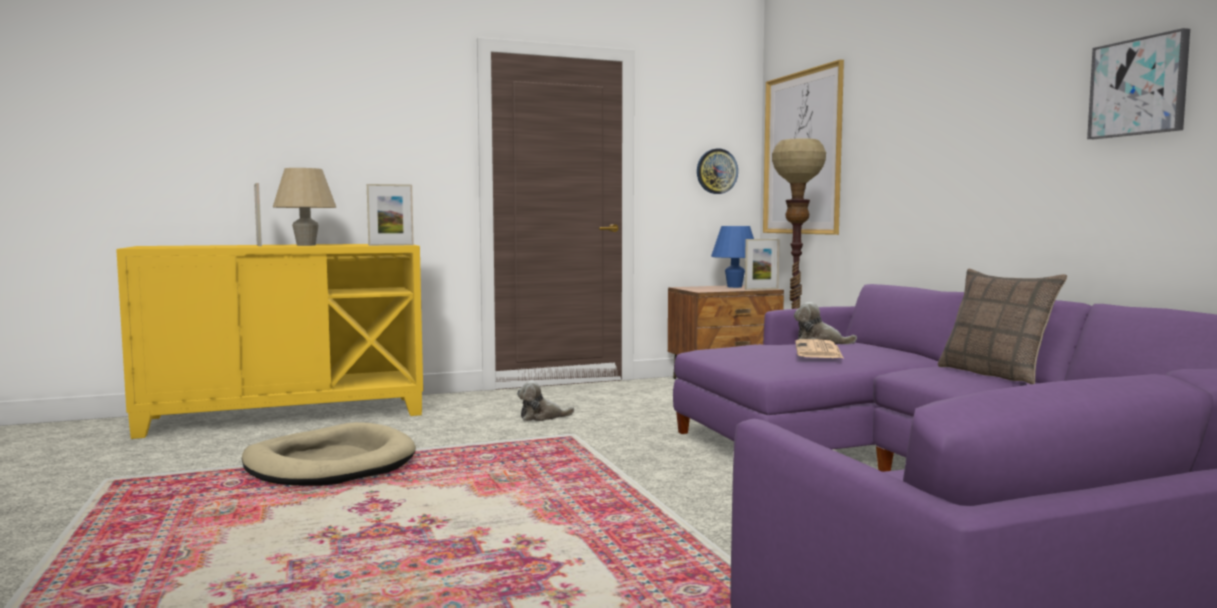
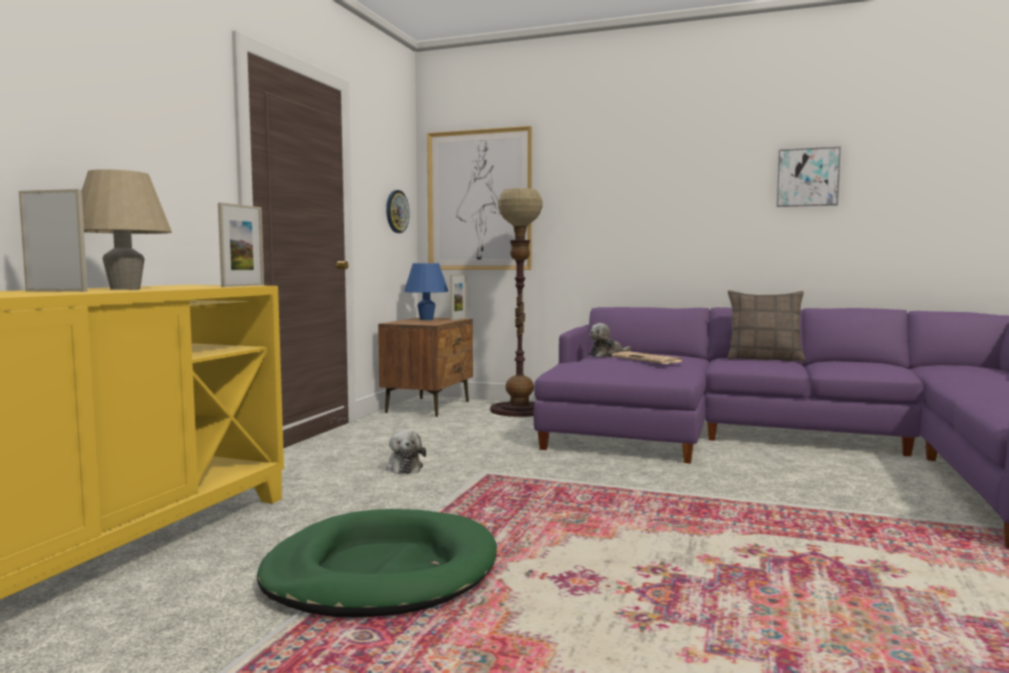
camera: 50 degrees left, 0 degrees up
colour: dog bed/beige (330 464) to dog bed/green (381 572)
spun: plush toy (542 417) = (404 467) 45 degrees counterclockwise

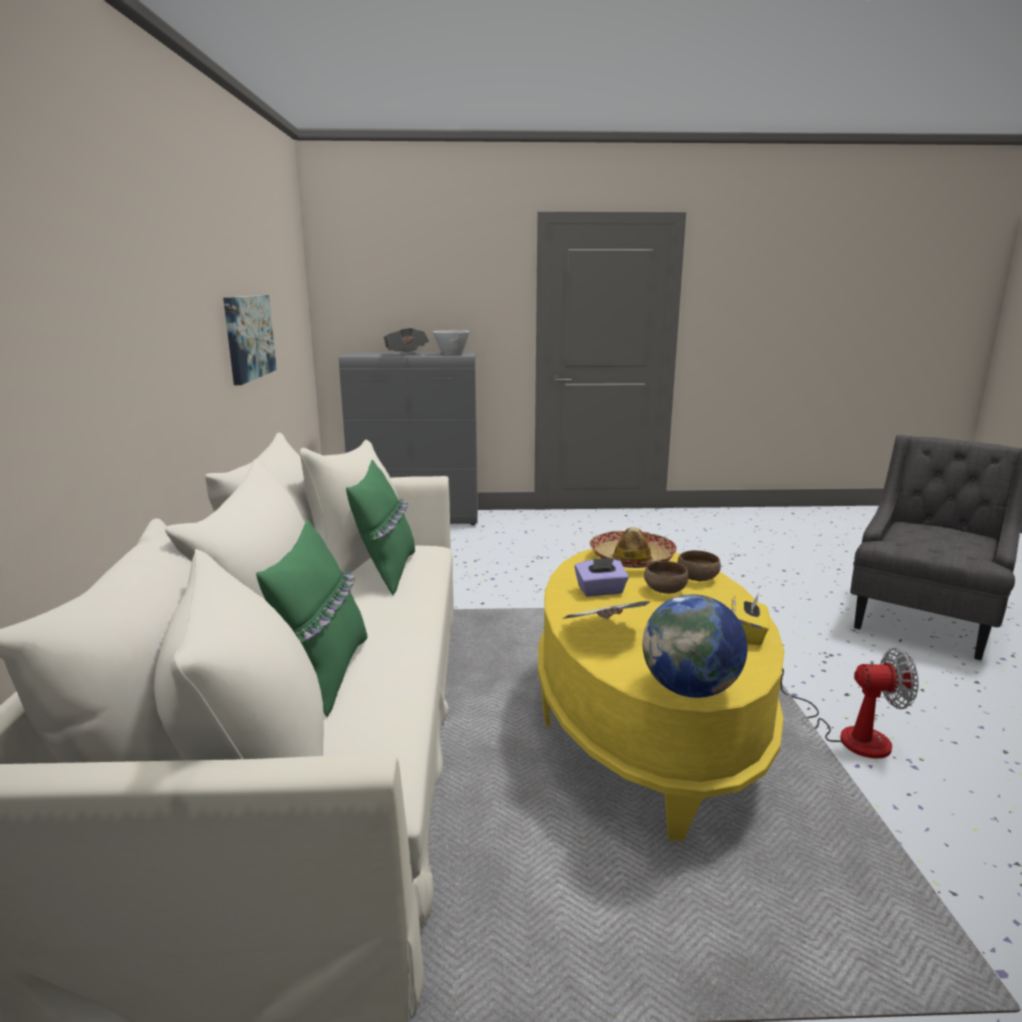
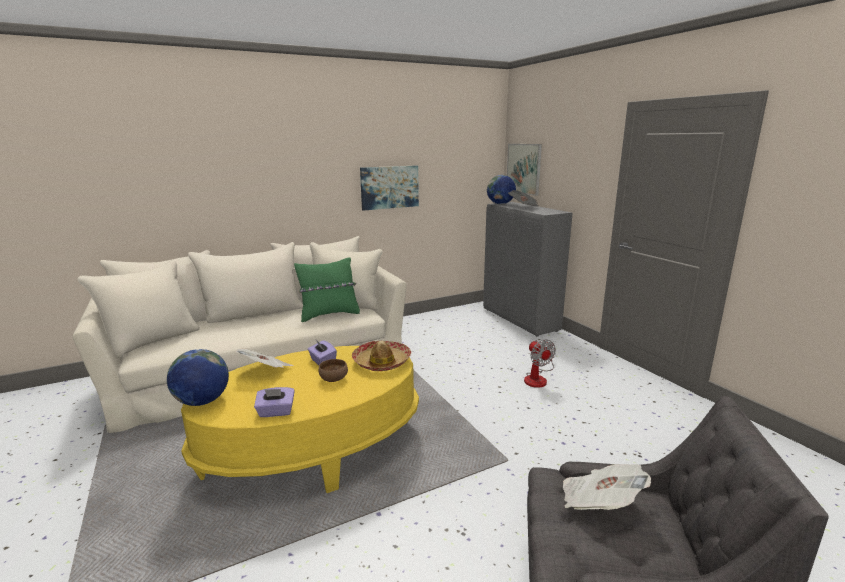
camera: 65 degrees right, 0 degrees up
missing: pillow/green (324 673); bowl/white (452 354); bowl/brown (697 578)
appeared: globe (500 204); picture (523 168); newspaper (599 503)
relocated: fan (848 734) to (538 378)
colour: tissue box/yellow (747 634) to tissue box/purple (276 412)

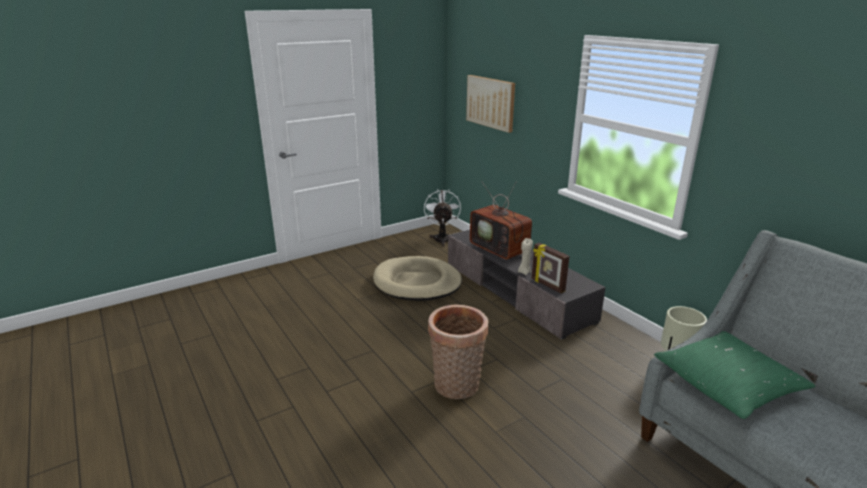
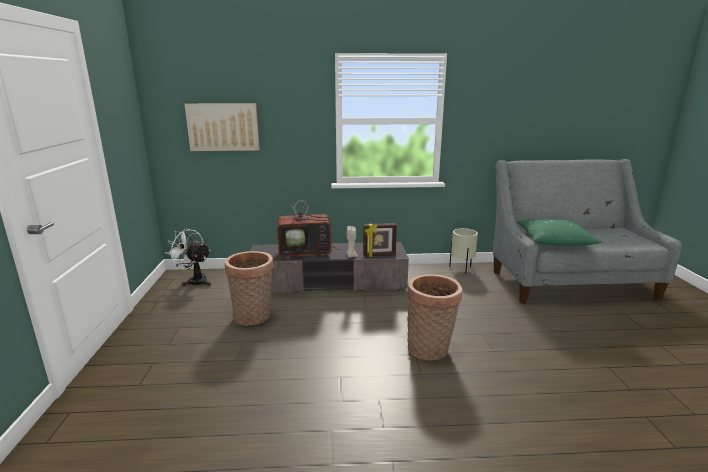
camera: 60 degrees left, 5 degrees down
exchanged: dog bed/beige (417 282) to basket (254 317)

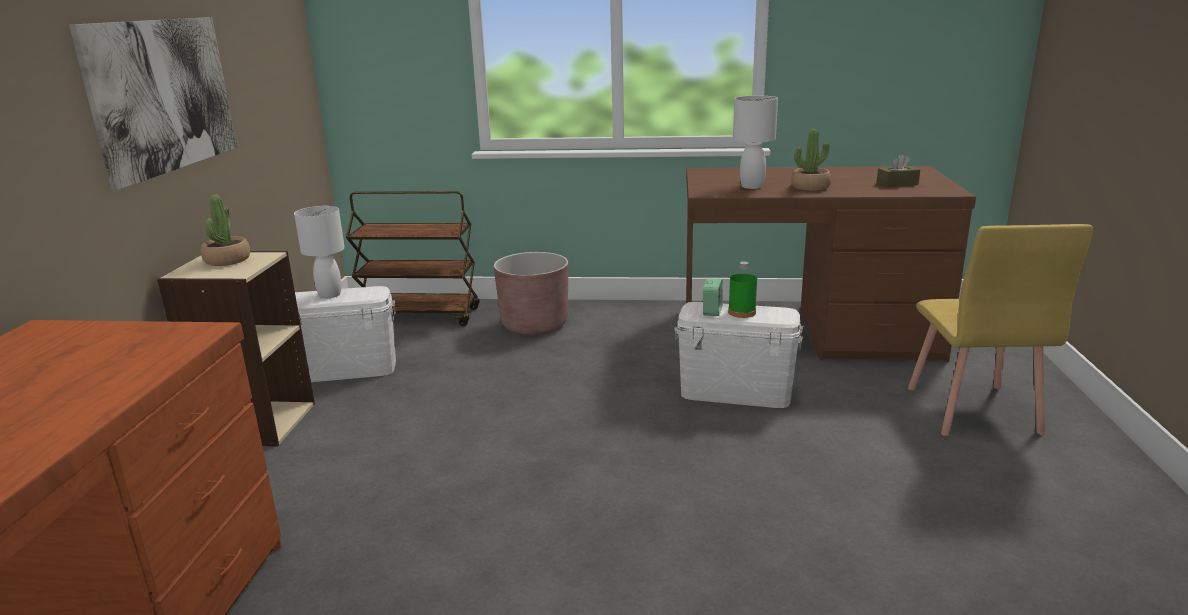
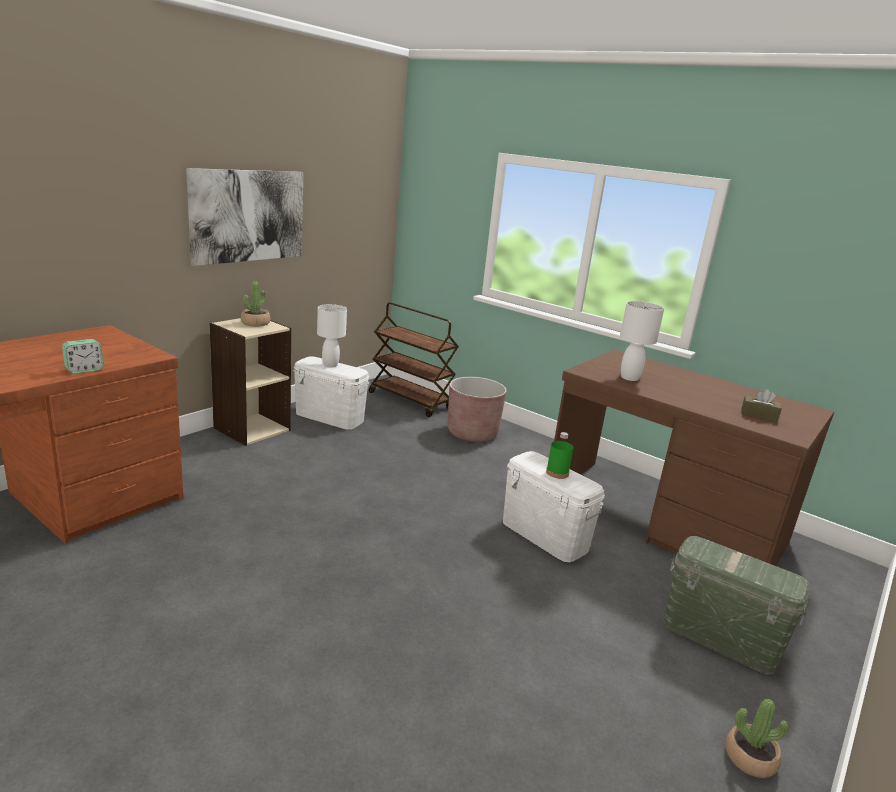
camera: 30 degrees right, 0 degrees up
relocated: alarm clock (712 311) to (84 370); potted plant (810 187) to (750 758)
exchanged: chair/yellow (971 410) to storage box/green (719 637)

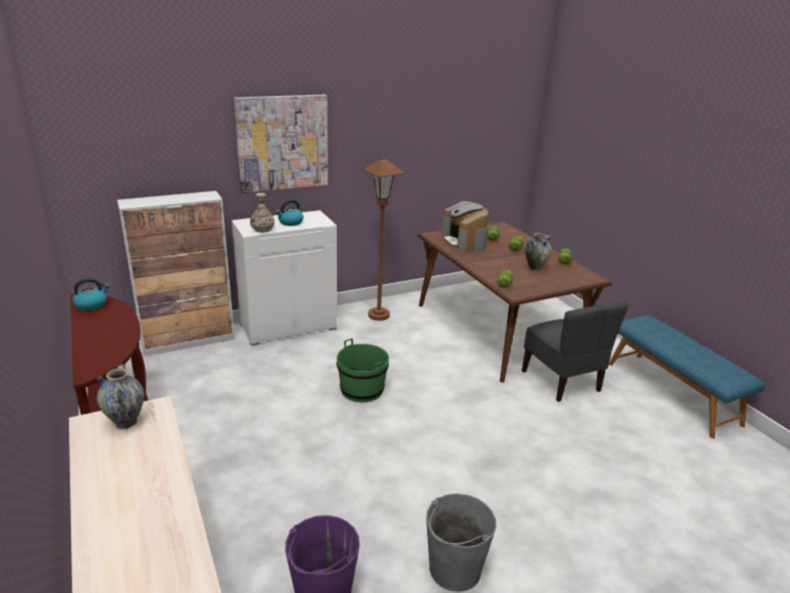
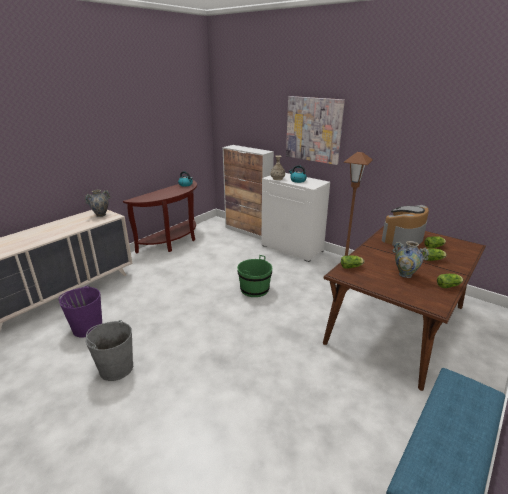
camera: 65 degrees right, 0 degrees up
missing: chair/grey (562 381)

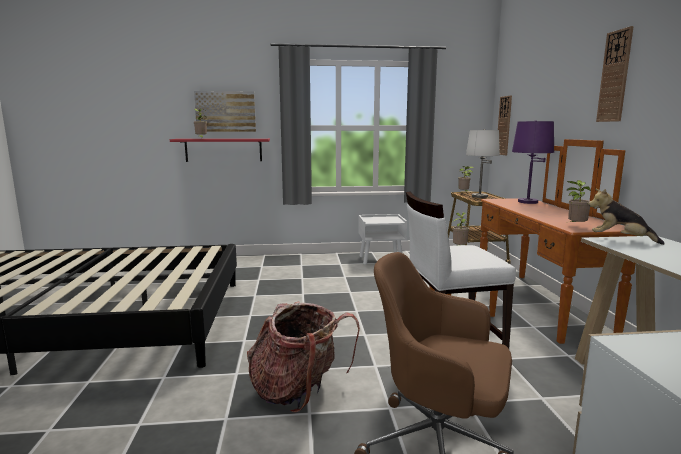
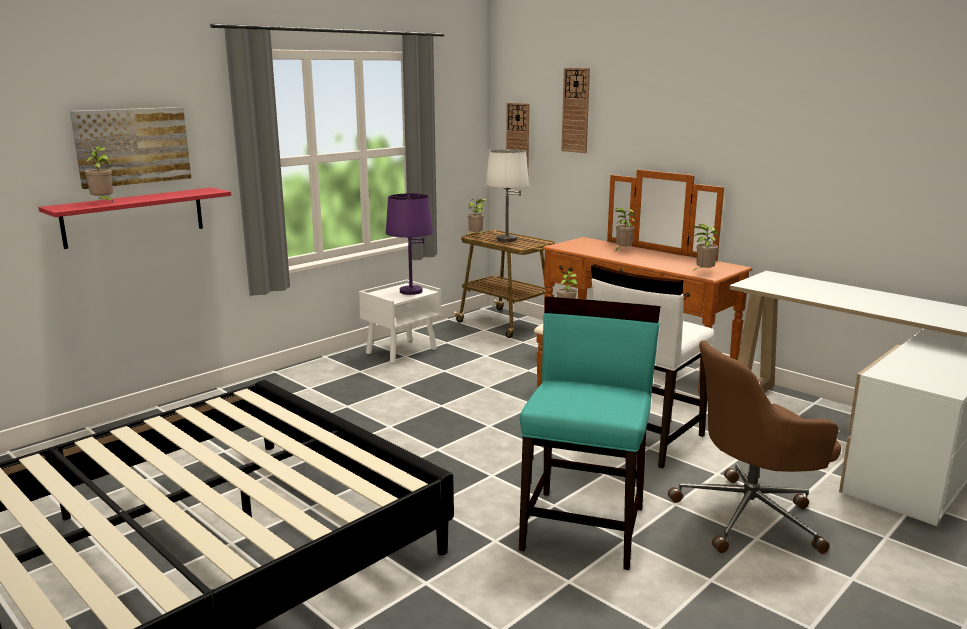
camera: 40 degrees left, 5 degrees up
missing: plush toy (620 240)
appeared: potted plant (622 251)
relocated: table lamp/purple (527 202) to (411 291); wall clock (615 76) to (576 110)
exchanged: backpack (298 391) to chair/turquoise (584 527)

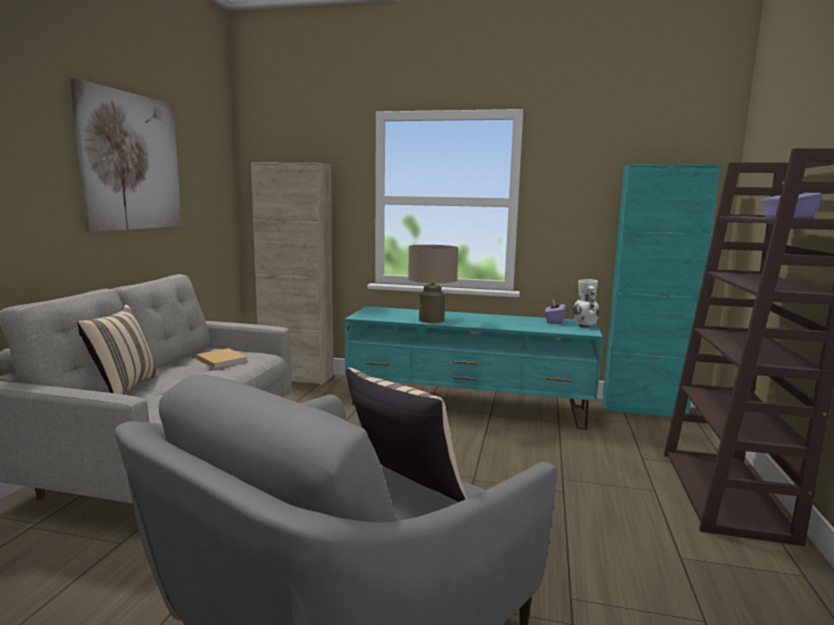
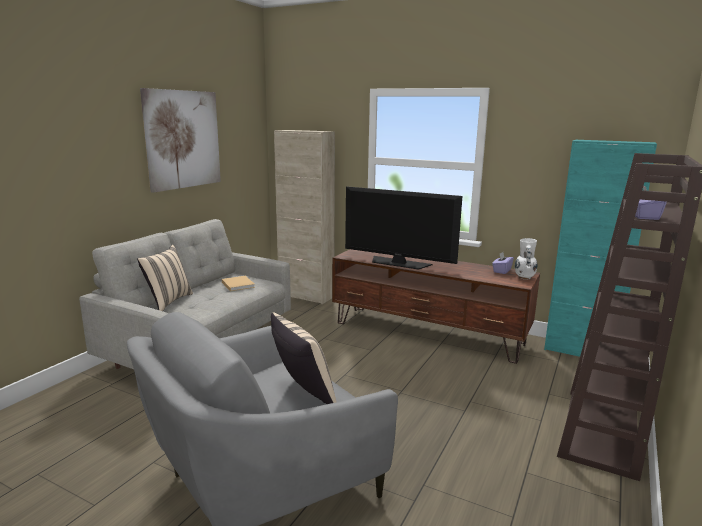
camera: 15 degrees right, 5 degrees up
exchanged: table lamp/beige (431 320) to television (398 263)
colour: tv stand/turquoise (469 406) to tv stand/brown (428 333)

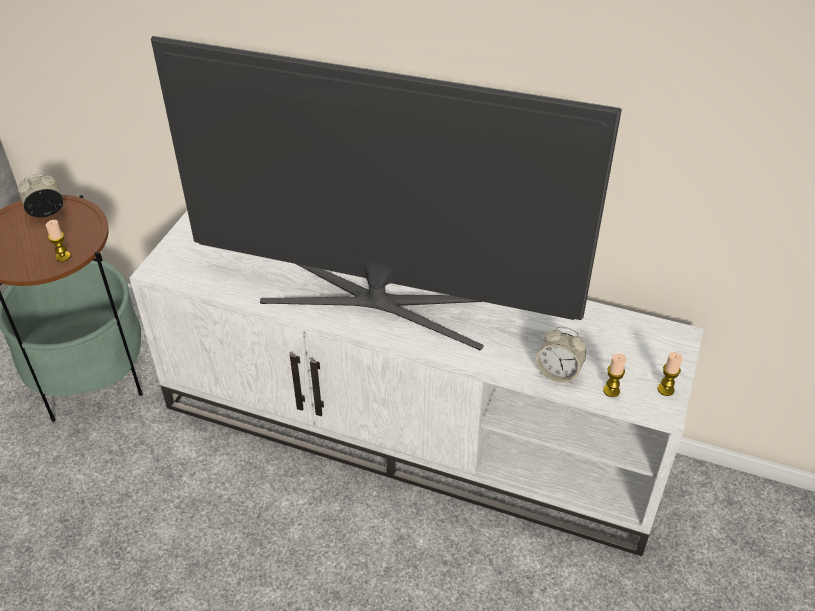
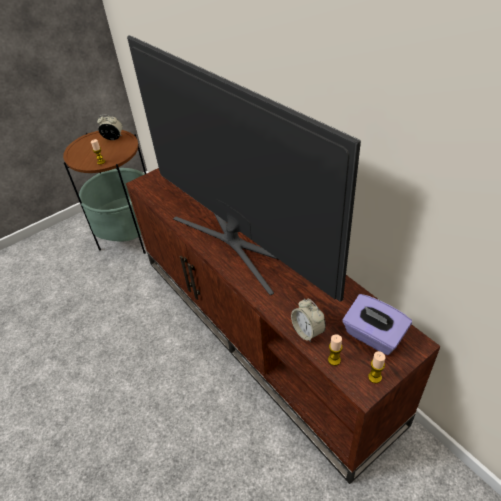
camera: 35 degrees right, 0 degrees up
appeared: tissue box/purple (373 336)
colour: tv stand/white (412 431) to tv stand/brown (262 332)

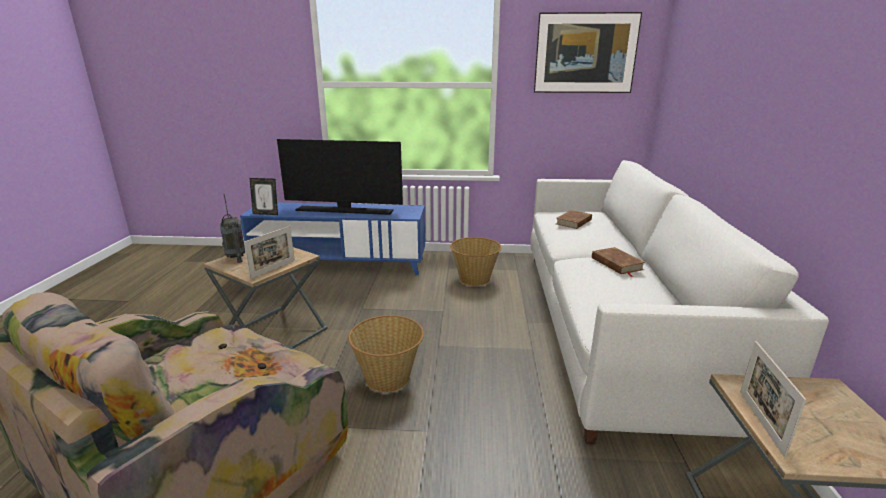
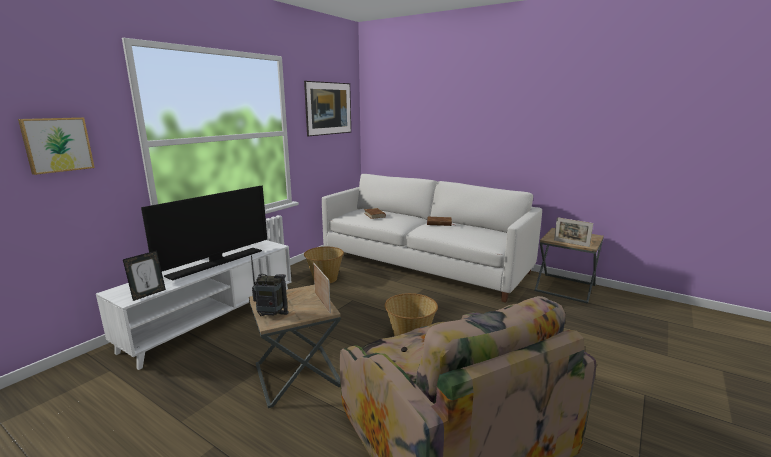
camera: 60 degrees left, 5 degrees down
appeared: picture (57 144)
colour: tv stand/blue (340 264) to tv stand/white (213 320)

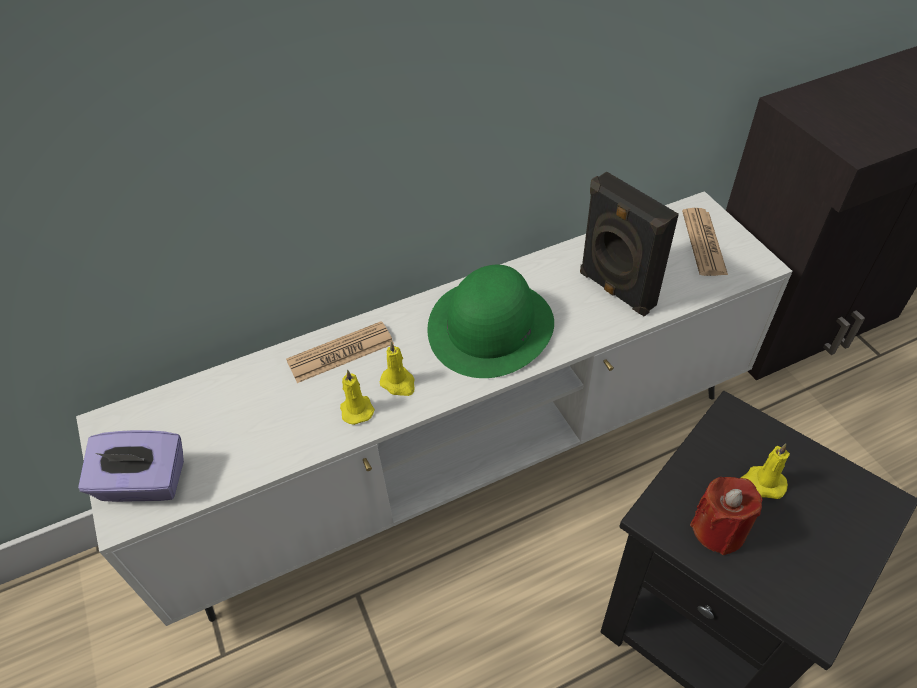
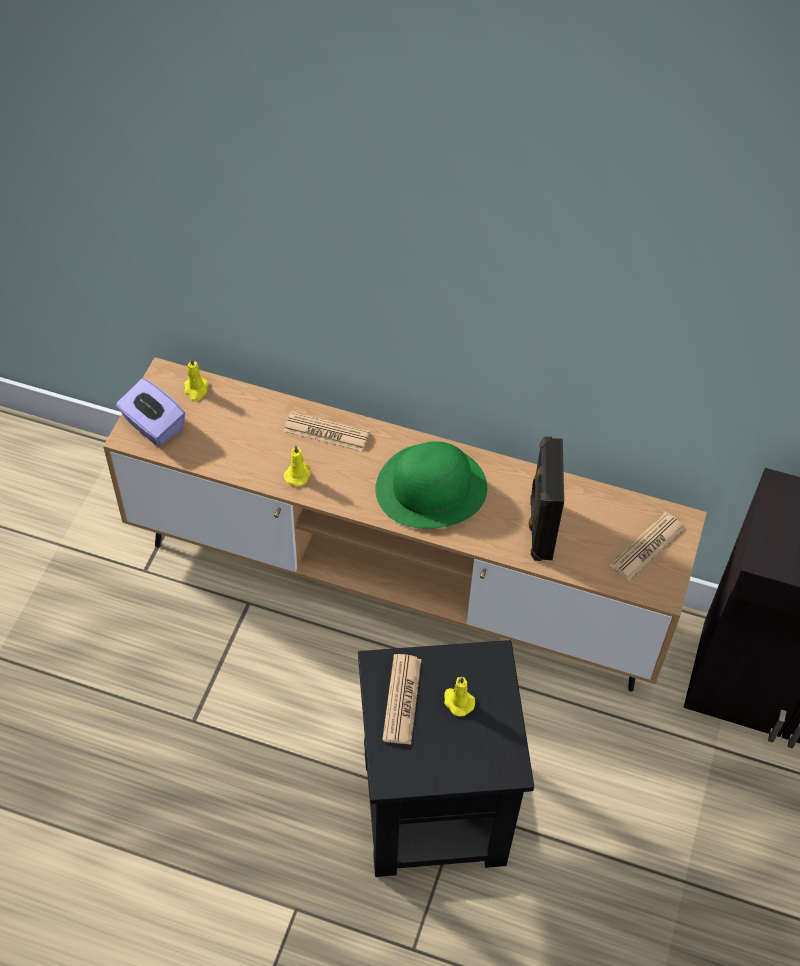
camera: 40 degrees right, 5 degrees up
relocated: candle/yellow (399 383) to (196 390)
exchanged: candle/red (718 529) to newspaper (402 699)
colour: tv stand/white (463 465) to tv stand/brown (397 582)

